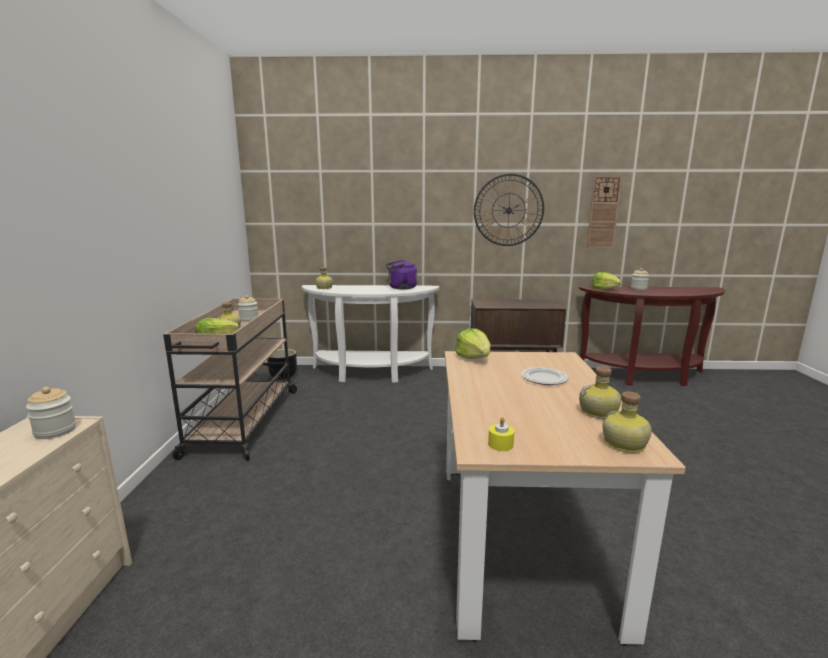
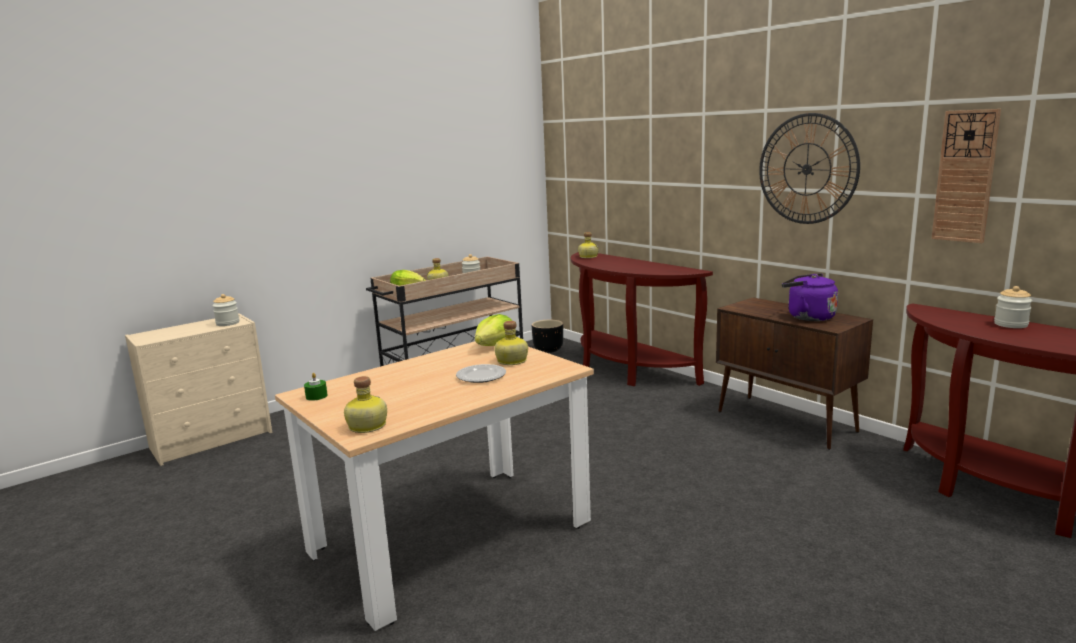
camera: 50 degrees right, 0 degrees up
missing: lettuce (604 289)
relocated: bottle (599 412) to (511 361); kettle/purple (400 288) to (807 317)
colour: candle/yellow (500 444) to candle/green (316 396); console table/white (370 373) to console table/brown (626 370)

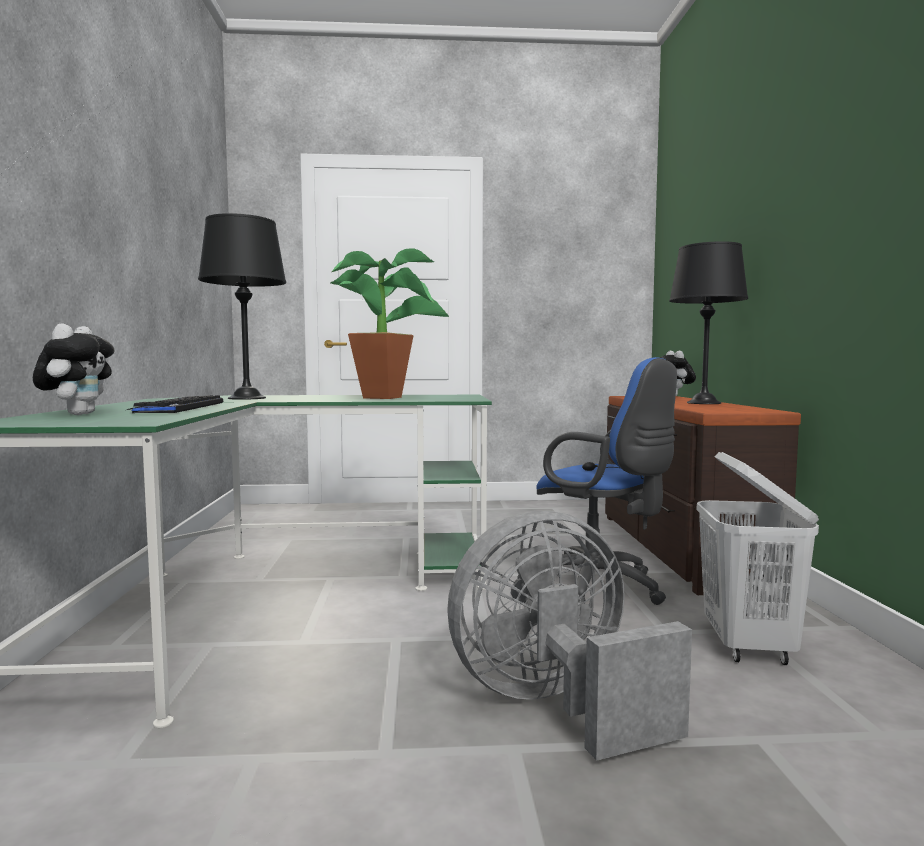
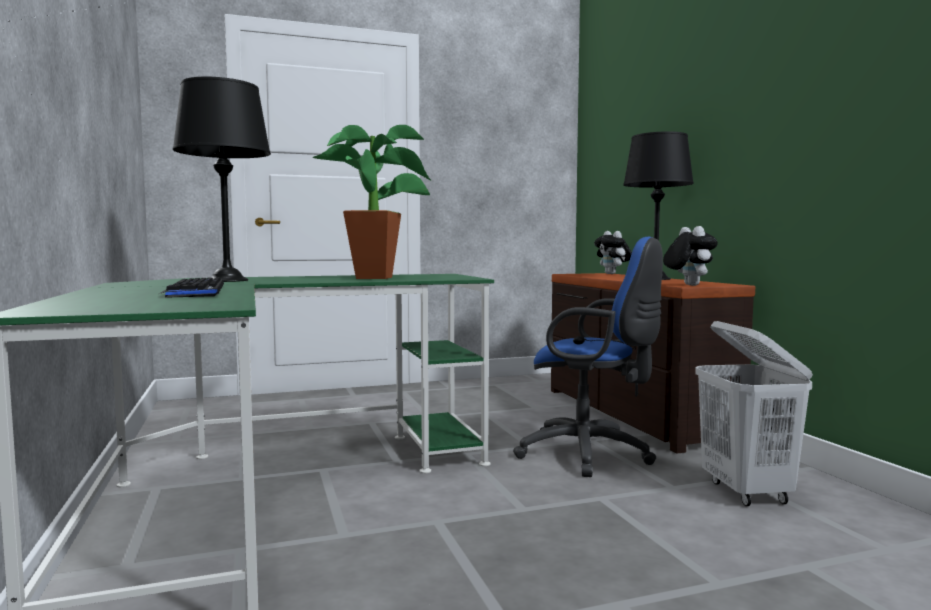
camera: 15 degrees left, 0 degrees up
missing: fan/grey (555 705)
relocated: plush toy (78 414) to (687 285)

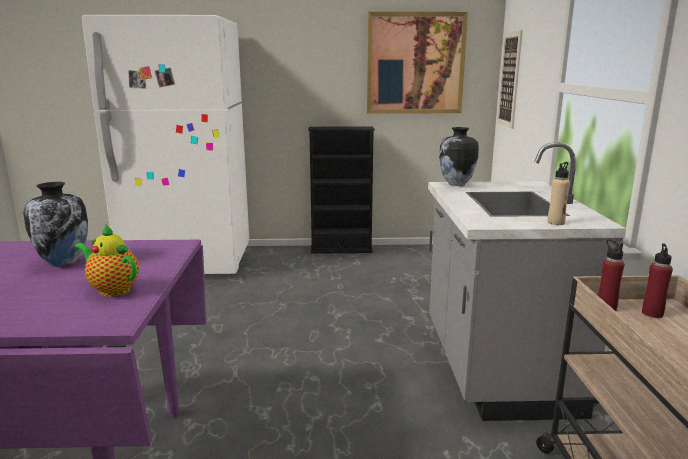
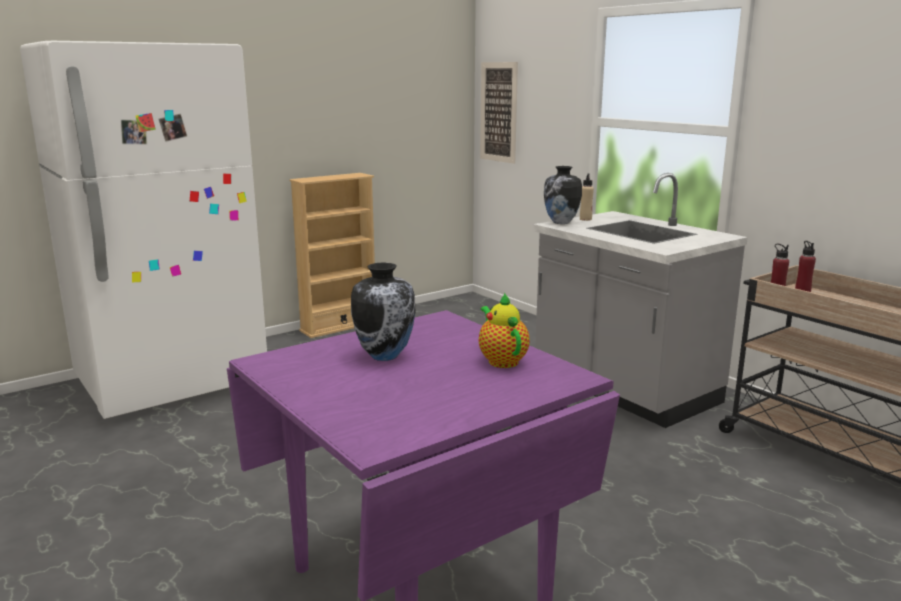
camera: 35 degrees left, 0 degrees up
missing: picture (415 63)
relocated: bottle/beige (556 222) to (585 219)
colour: bookcase/black (341 249) to bookcase/beige (339 326)
spun: teapot (112 289) = (501 360) 75 degrees clockwise

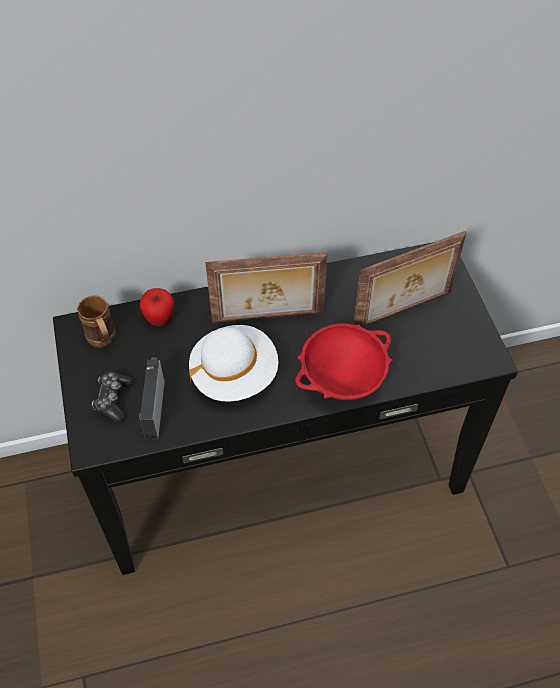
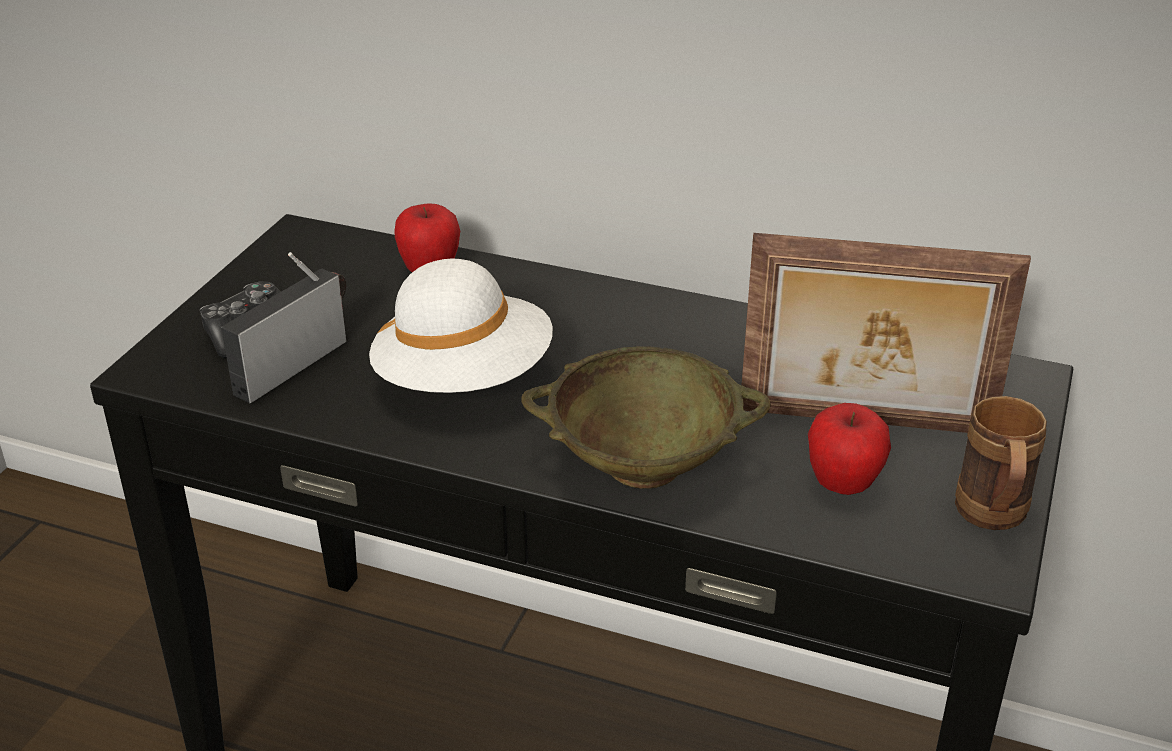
camera: 35 degrees right, 20 degrees down
missing: picture frame (268 318)
appeared: apple (843 485)
relocated: mug/brown (103 342) to (991 520)
colour: bowl/red (342 379) to bowl/beige (643 464)

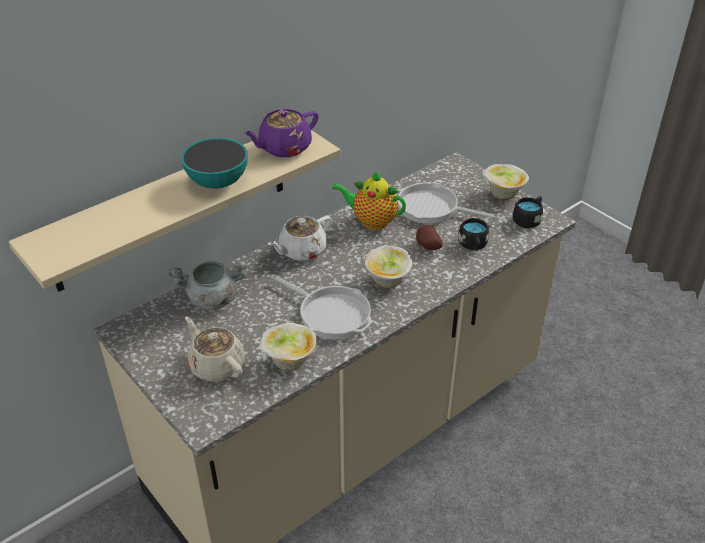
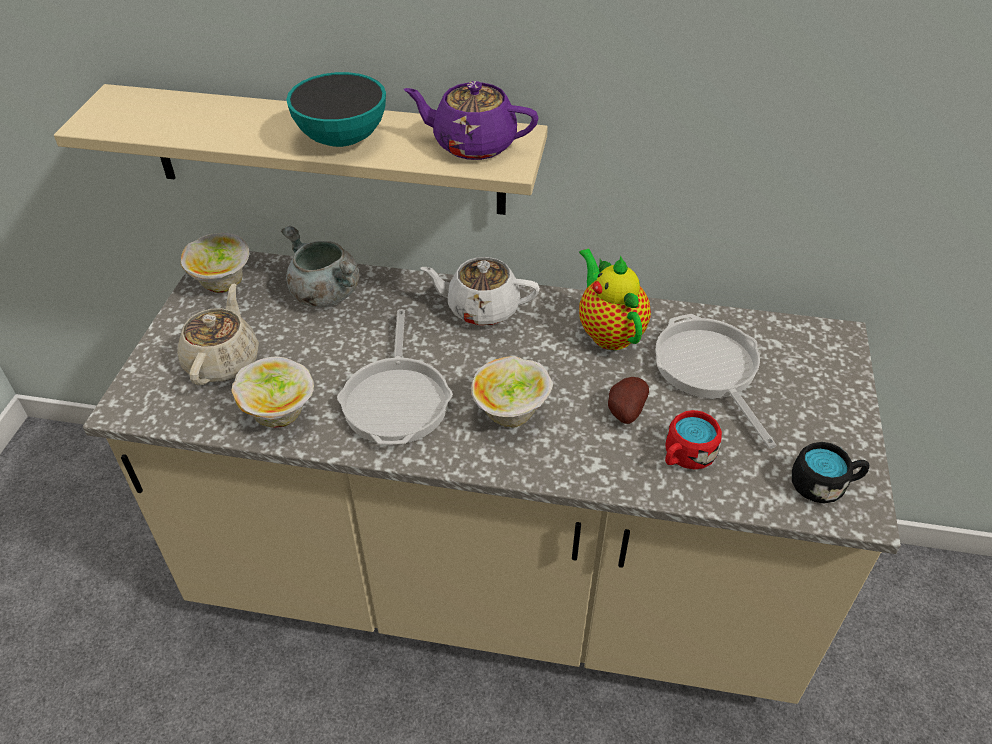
camera: 50 degrees right, 5 degrees up
relocated: bowl (502 195) to (224 283)
colour: mug/black (473 245) to mug/red (685 456)

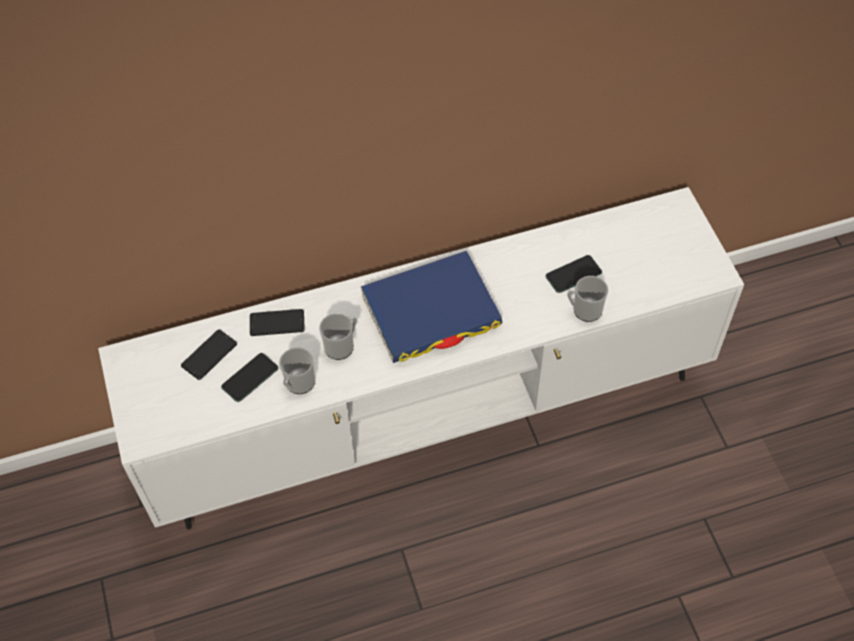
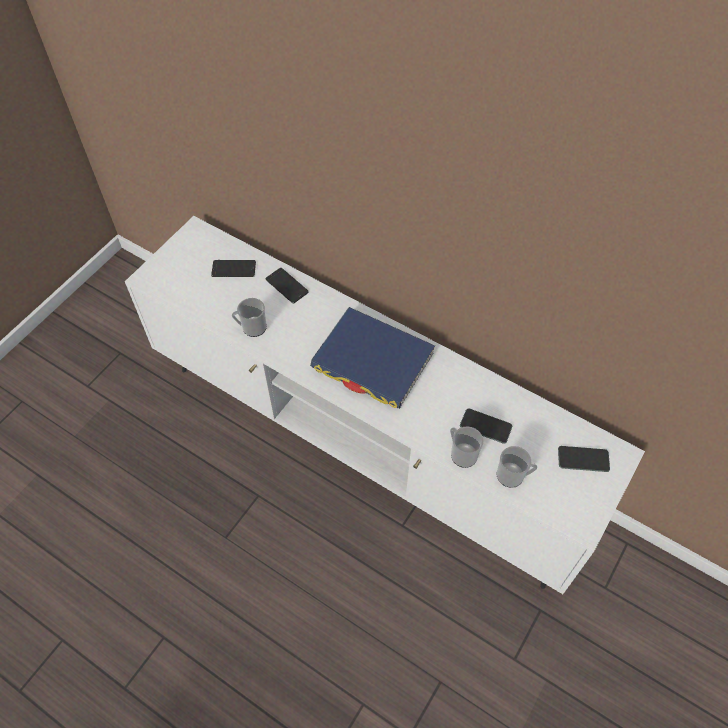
camera: 50 degrees right, 0 degrees up
relocated: mug (342 345) to (513 476); phone (250 378) to (583 459)

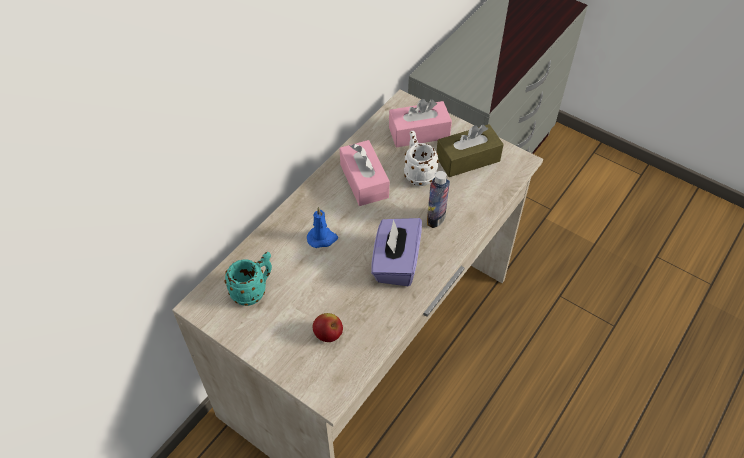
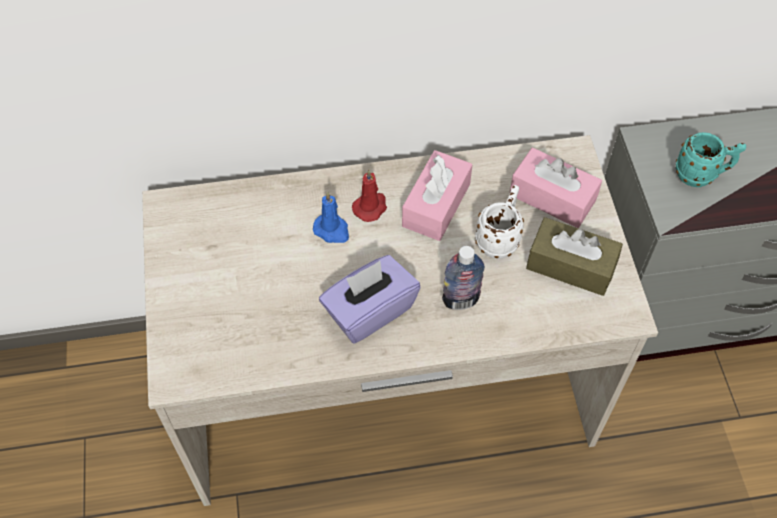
camera: 45 degrees right, 5 degrees up
missing: apple (328 335)
appeared: candle/red (371 207)
relocated: mug/turquoise (254 290) to (701 175)

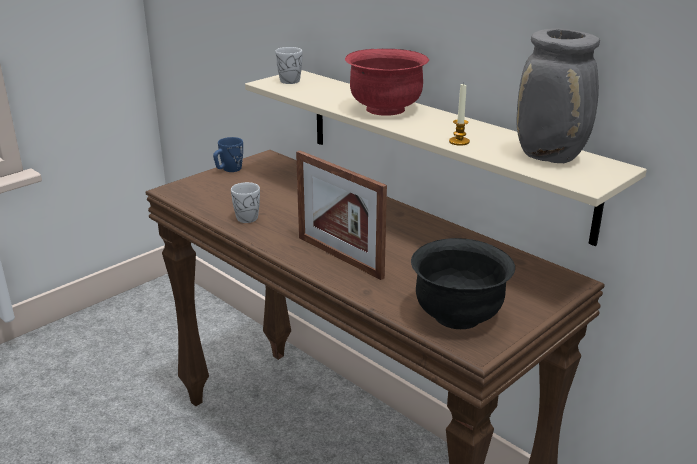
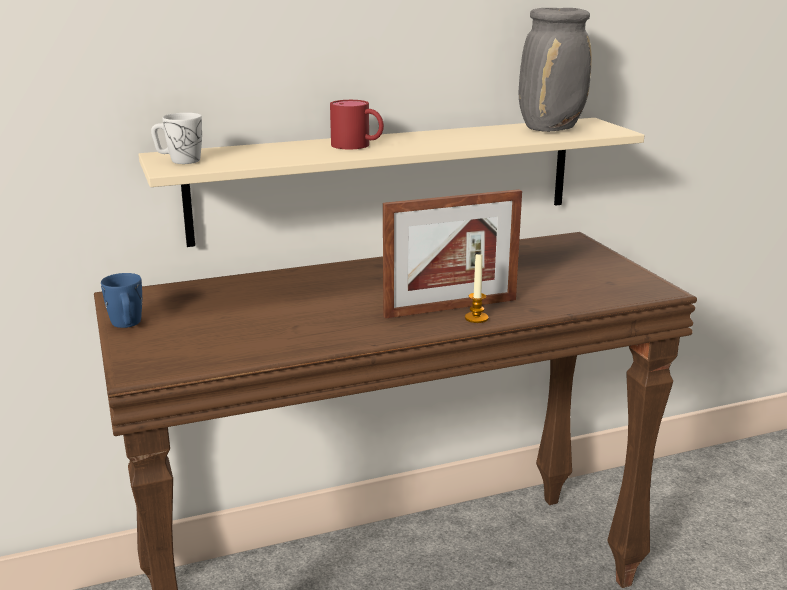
camera: 65 degrees left, 5 degrees down
missing: mug/white (245 216); bowl/black (458 316)
relocated: candle (459 141) to (476 318)
exchanged: bowl/red (385 109) to mug/red (358 146)

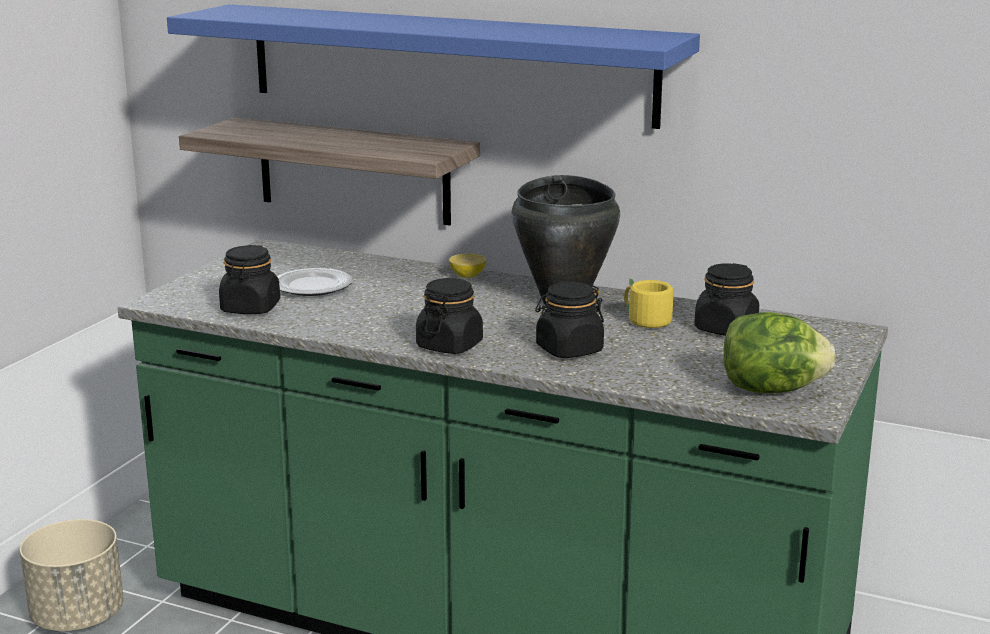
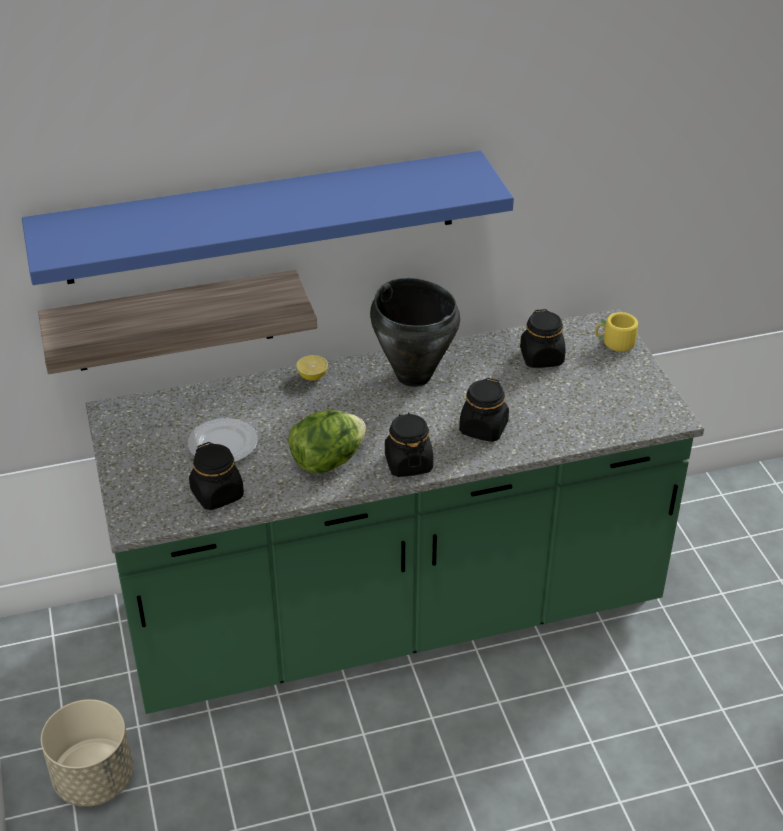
camera: 40 degrees left, 20 degrees up
relocated: lettuce (771 390) to (327 461); mug/yellow (644 321) to (615 344)

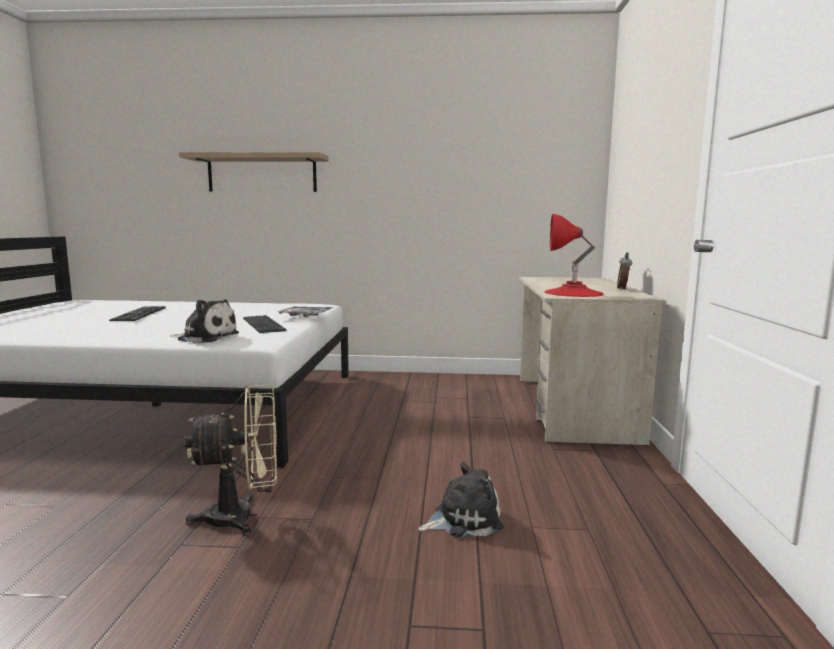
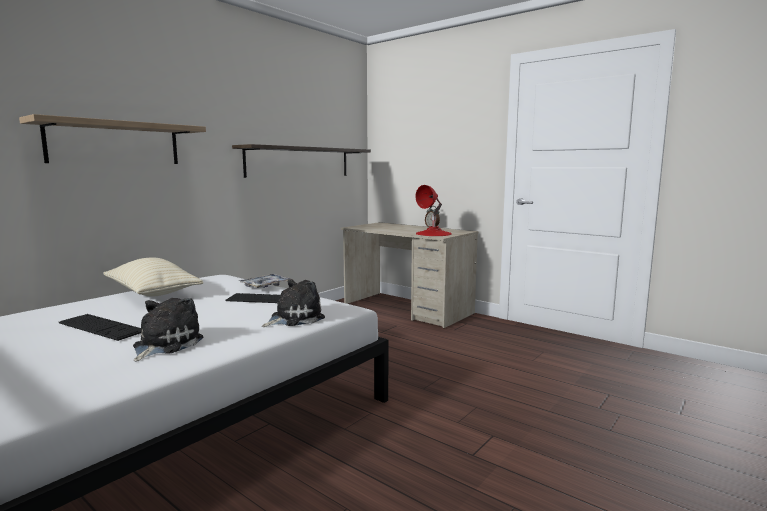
camera: 55 degrees left, 0 degrees up
missing: fan/beige (243 517)
appeared: pillow/beige (152 293); shelf (299 162)
relocated: plush toy (463 519) to (165 344)

